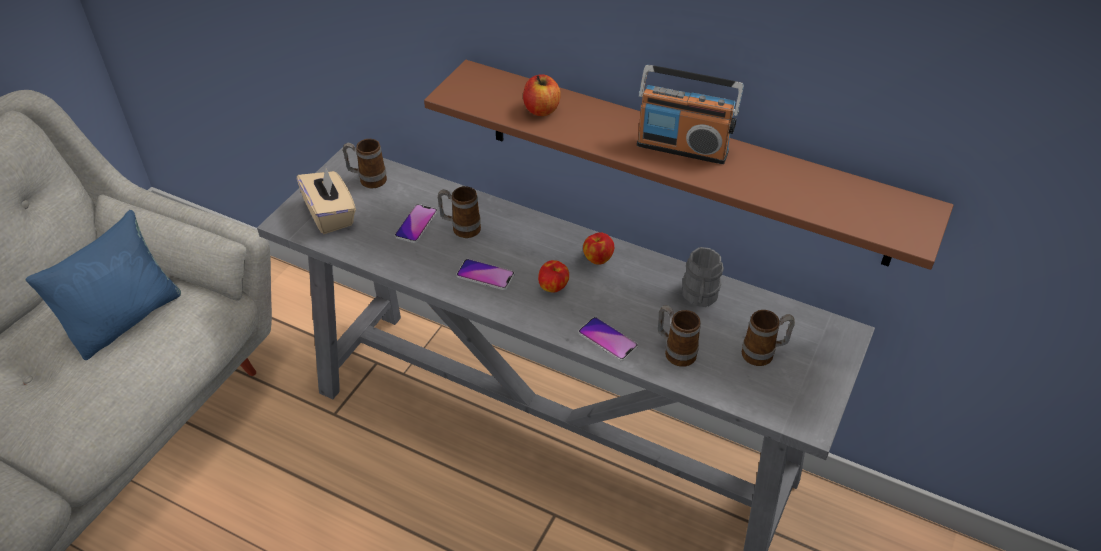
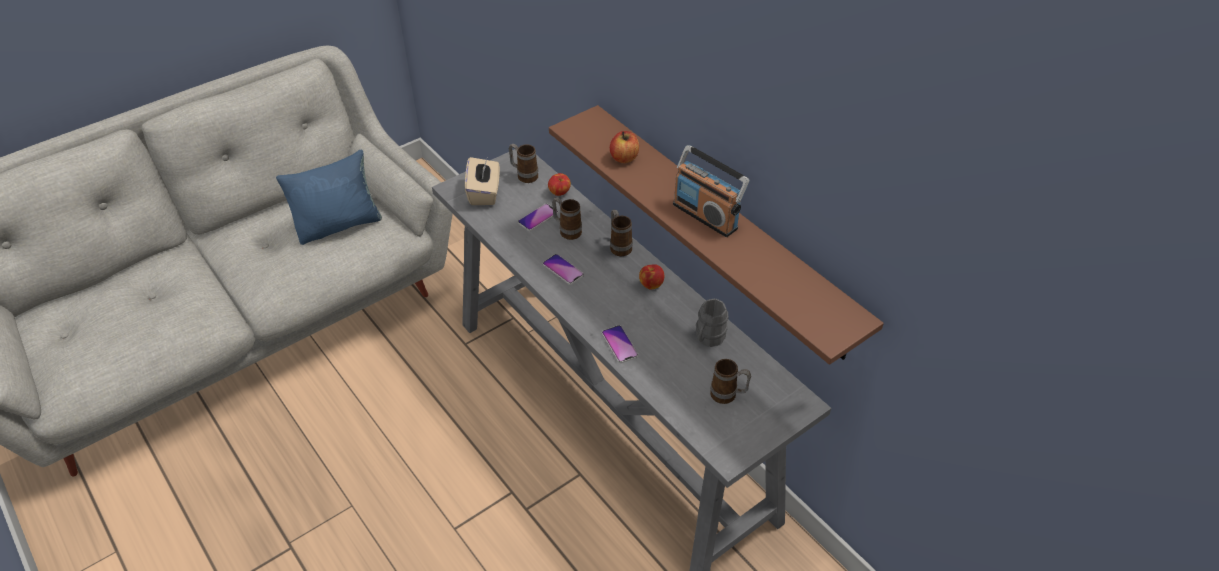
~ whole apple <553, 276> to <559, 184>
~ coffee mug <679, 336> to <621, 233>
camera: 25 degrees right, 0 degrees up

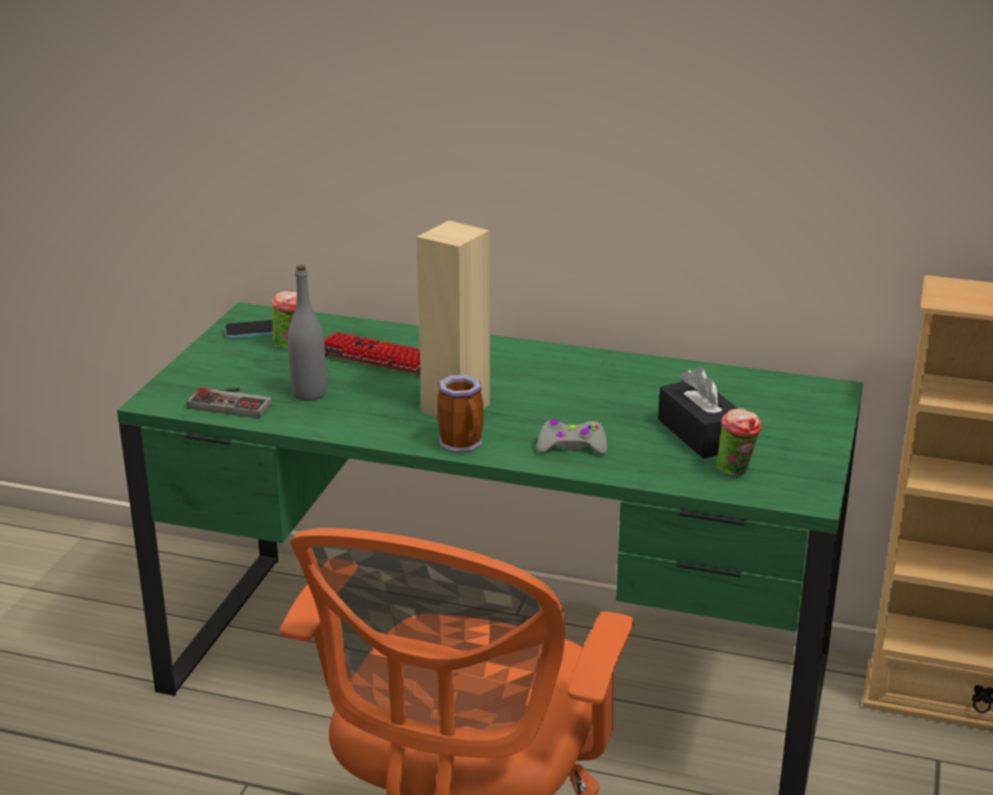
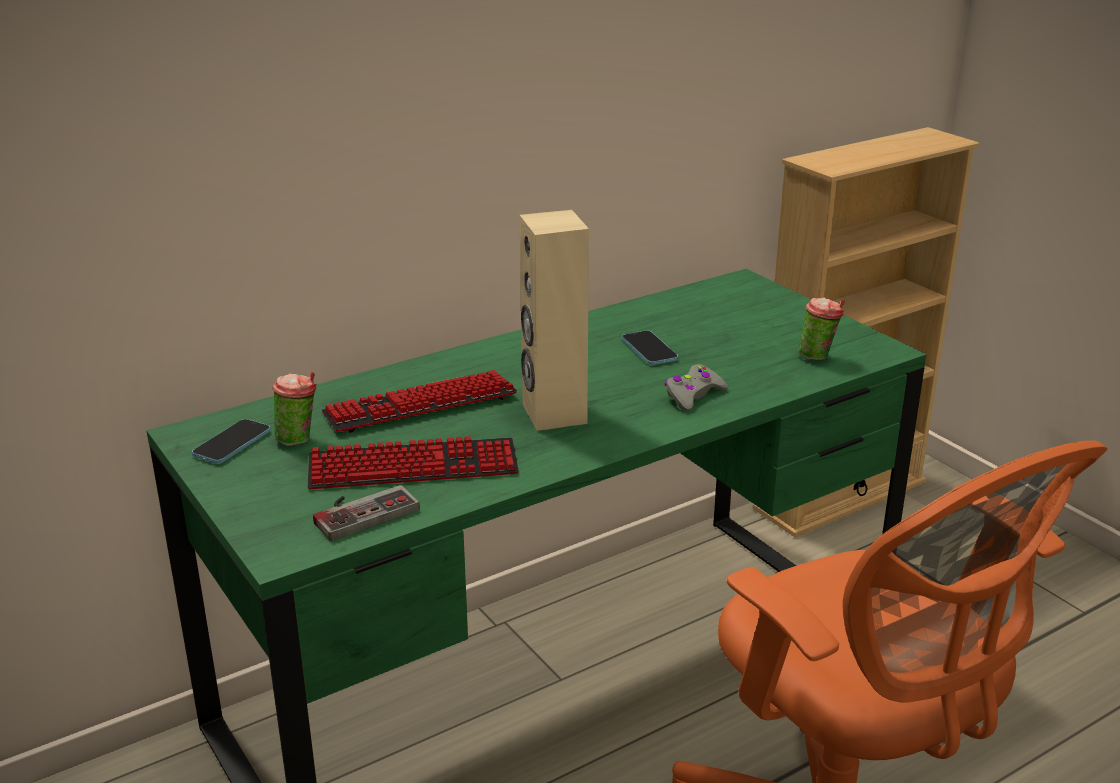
~ greyish bottle <306, 333> to computer keyboard <413, 462>
- coffee mug <460, 414>
- black tissue holder <698, 412>
+ handset <650, 347>
camera: 50 degrees left, 0 degrees up

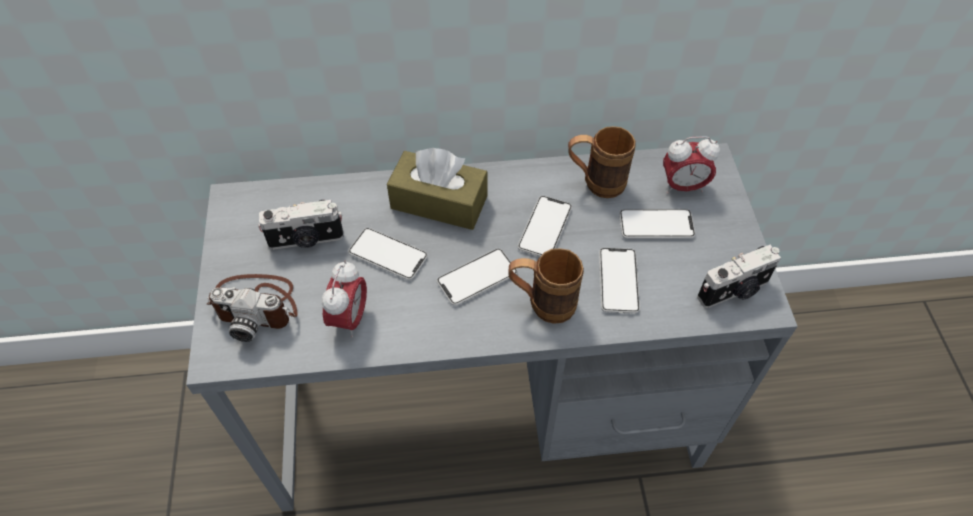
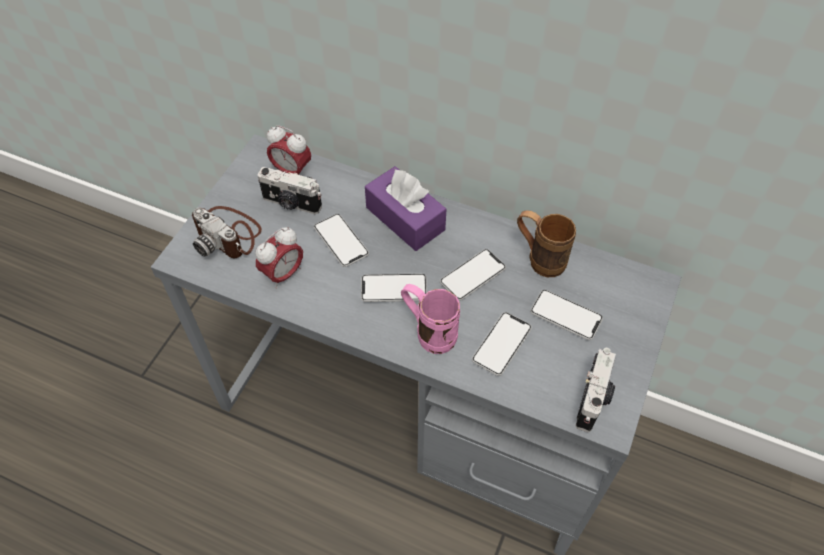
~ brownish tissue holder <437, 189> to purple-coloured tissue holder <405, 208>
~ brownish coffee mug <546, 286> to pinkish coffee mug <430, 319>
~ bedside clock <691, 165> to <289, 150>
~ photo camera <739, 276> = <596, 390> 75 degrees counterclockwise
camera: 30 degrees right, 0 degrees up

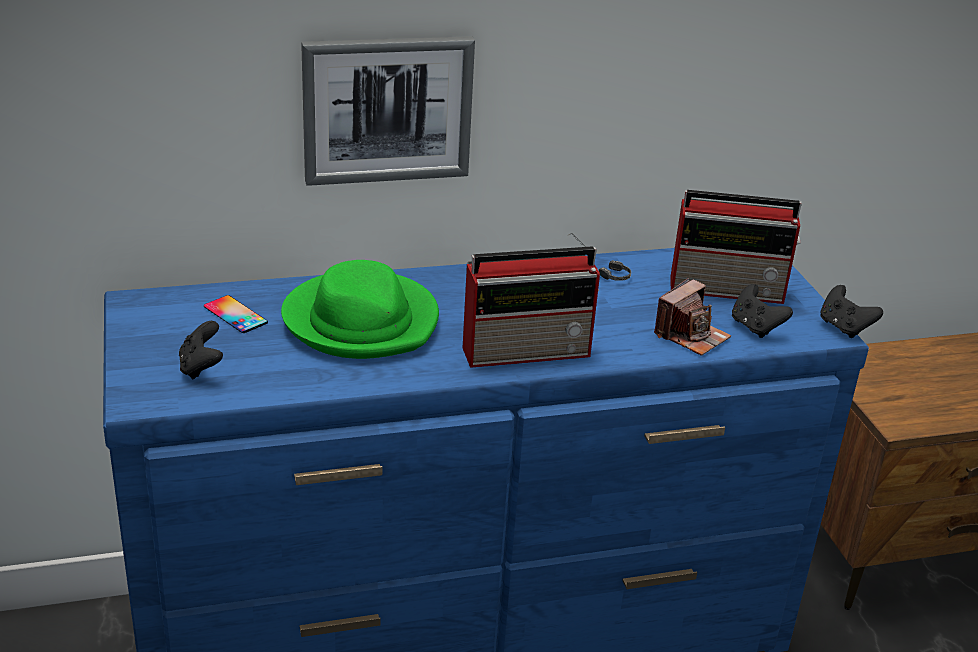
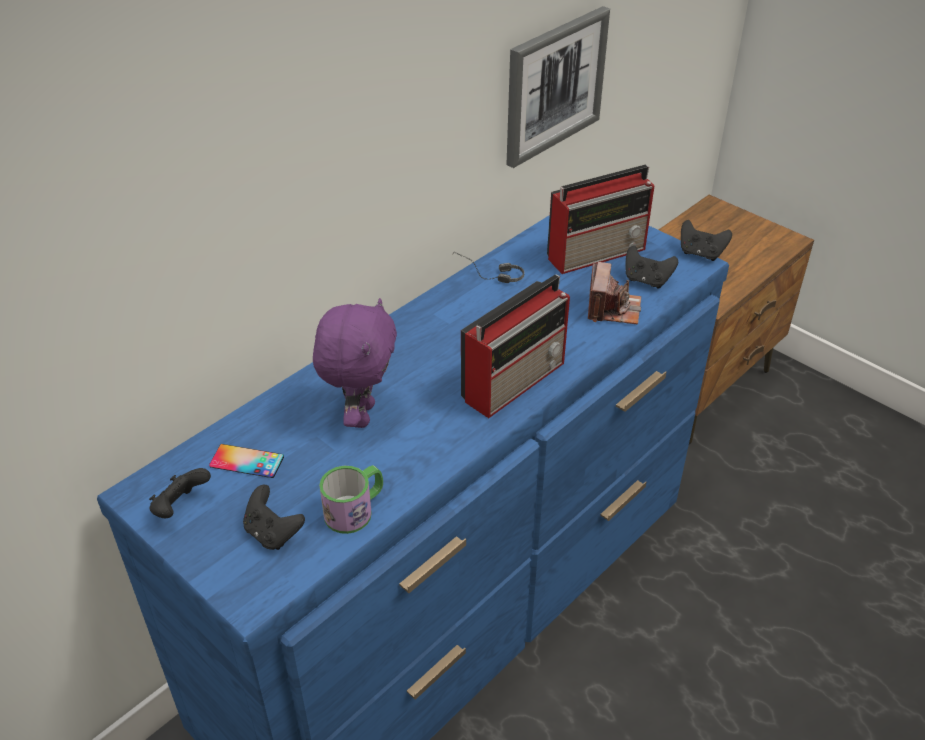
~ green-coloured clothing hat <360, 309> to purple-coloured plush toy <355, 363>
~ wall picture <388, 111> to <558, 87>
+ black joypad <180, 493>
+ coffee mug <351, 499>
camera: 30 degrees left, 10 degrees up

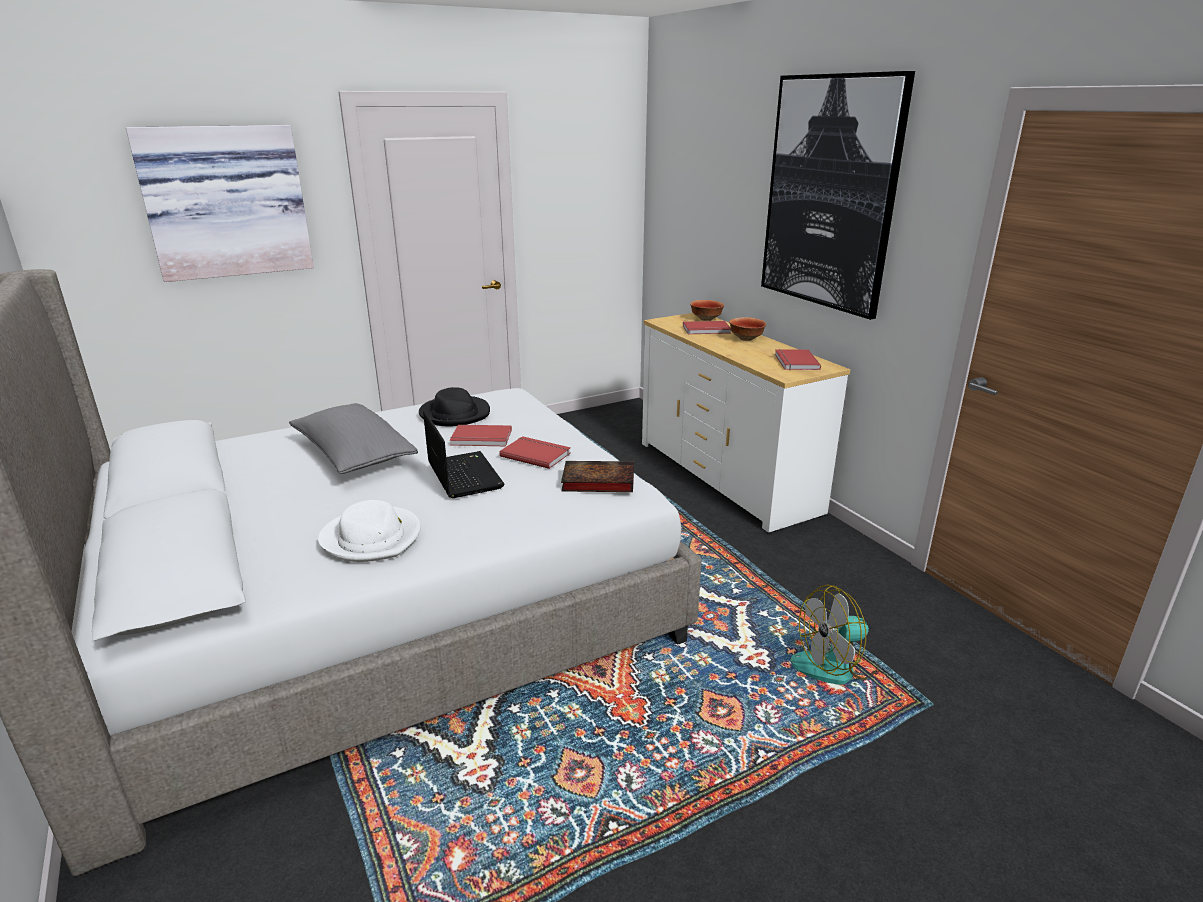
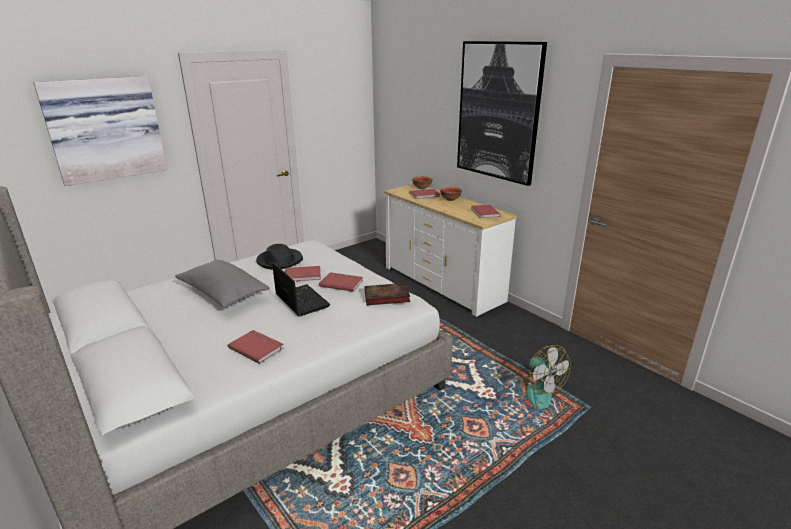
~ white clothing hat <369, 531> to red-coloured bound book <256, 347>
~ fan <834, 635> = <542, 377> 90 degrees counterclockwise
camera: 10 degrees left, 0 degrees up

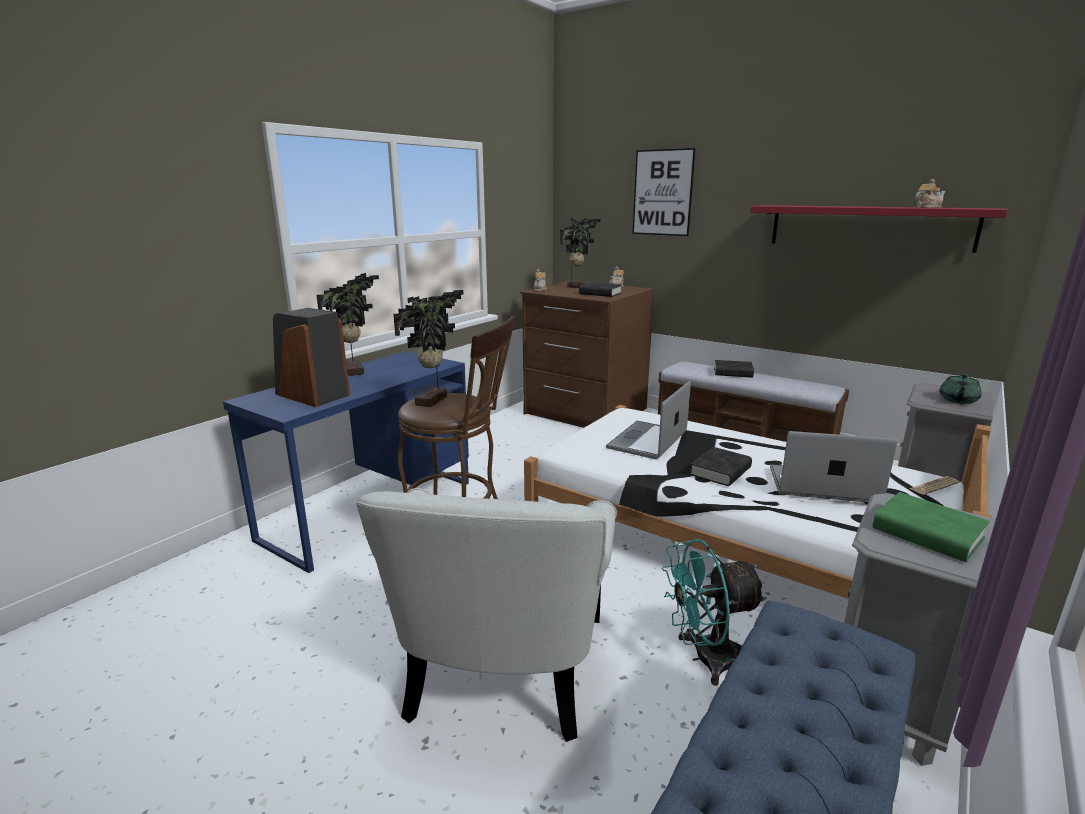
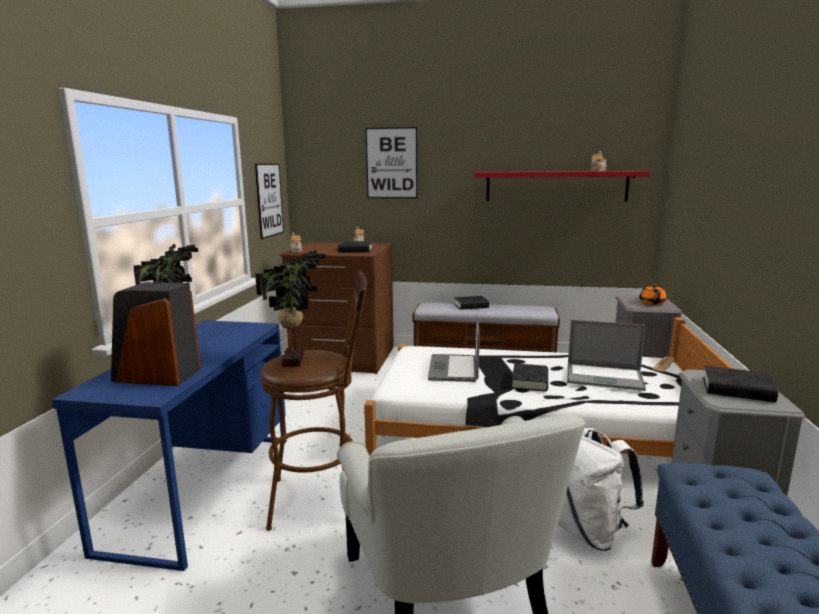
- plant in a pot <580, 253>
~ blue-green fan <714, 612> to white backpack <601, 489>
~ notebook computer <833, 466> = <606, 355> 150 degrees counterclockwise
~ green-coloured bound book <931, 527> to black bound book <740, 384>
~ green-coloured tea pot <960, 388> to orangey tea pot <653, 294>
+ wall picture <269, 201>
camera: 25 degrees left, 5 degrees down

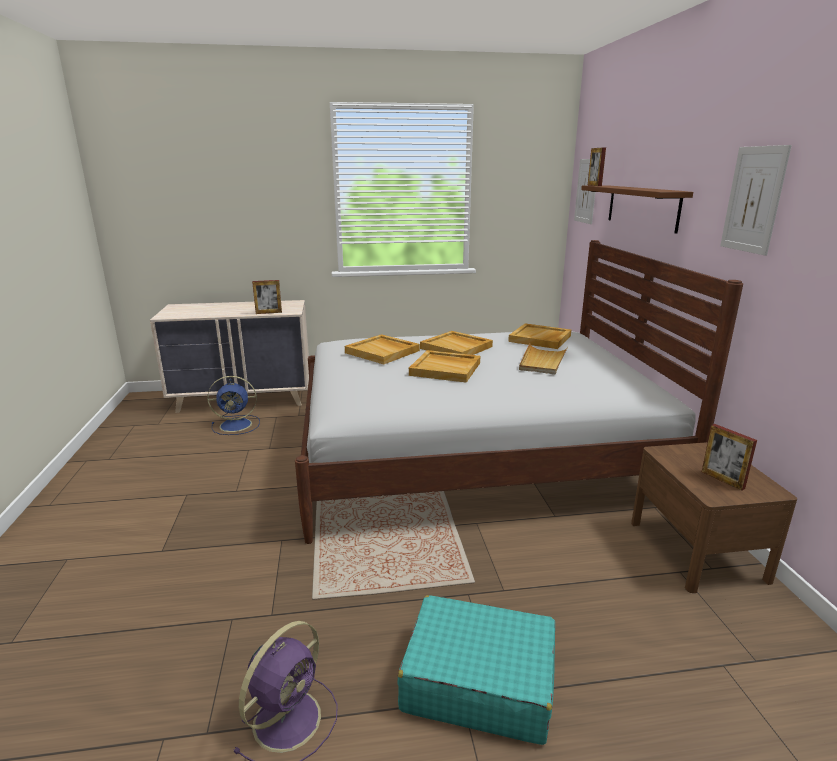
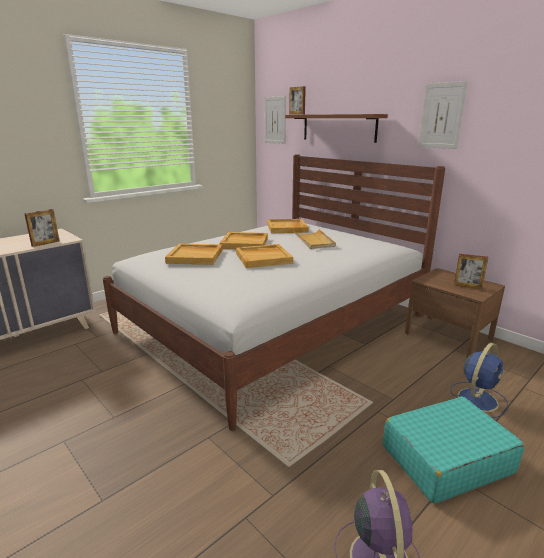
~ bluish fan <233, 405> to <479, 380>
camera: 35 degrees left, 0 degrees up

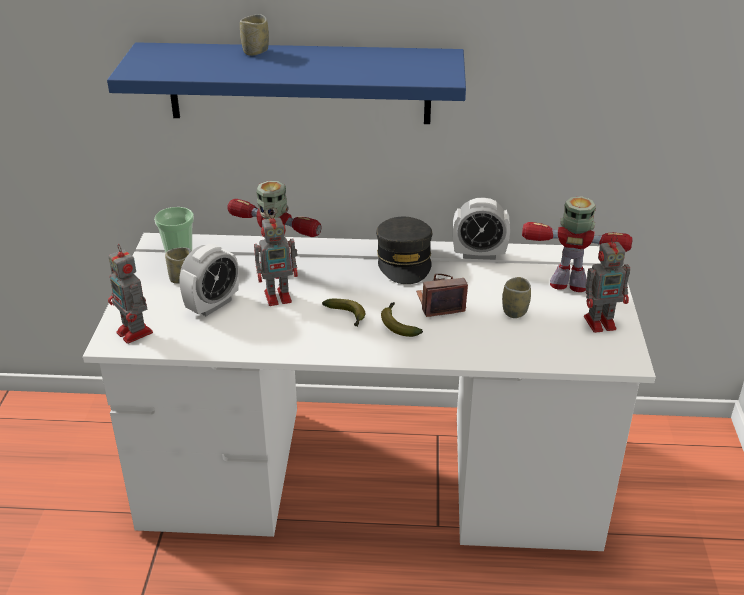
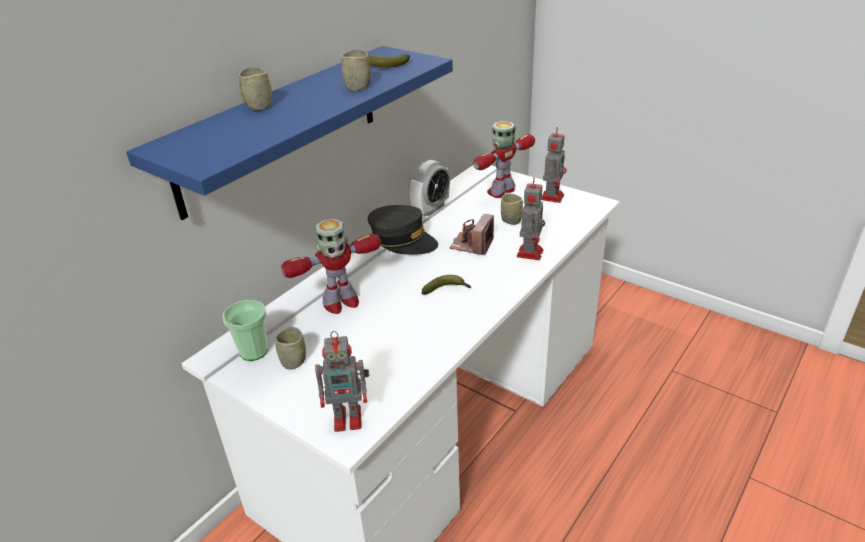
- bedside clock <209, 279>
~ model robot <276, 258> to <531, 219>
~ whole banana <402, 319> to <389, 61>
+ small cup <356, 70>
camera: 55 degrees left, 0 degrees up

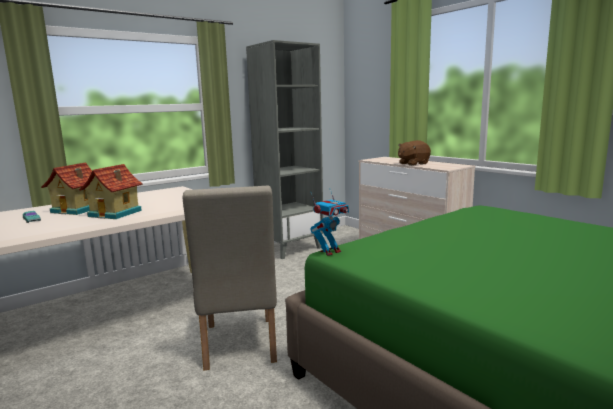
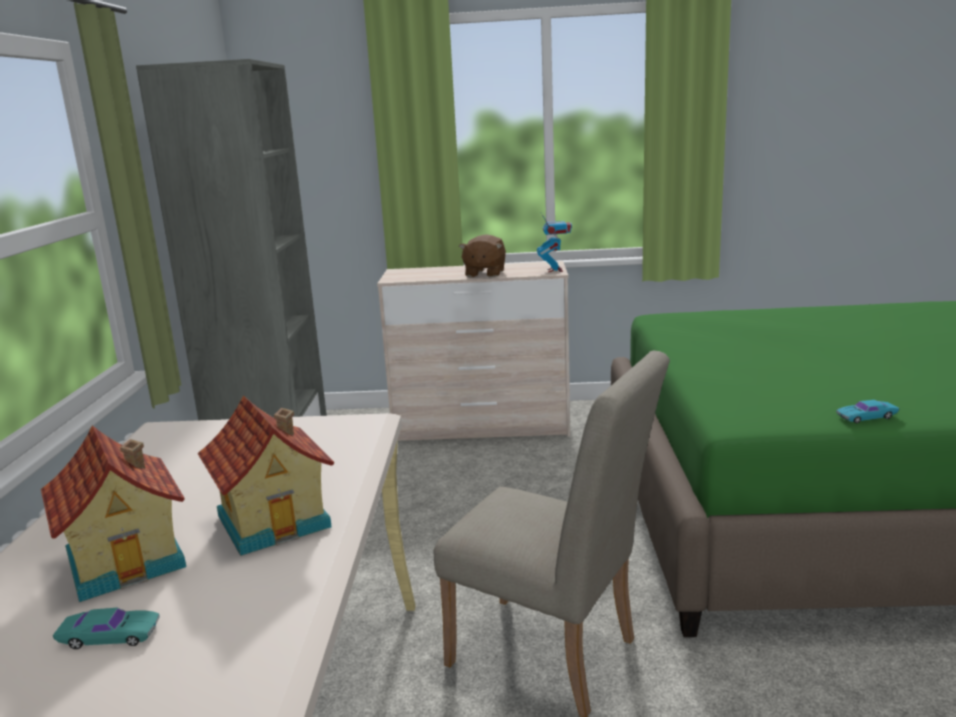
~ model robot <330, 222> to <554, 242>
+ blue-green toy car <867, 411>
camera: 50 degrees left, 5 degrees up

